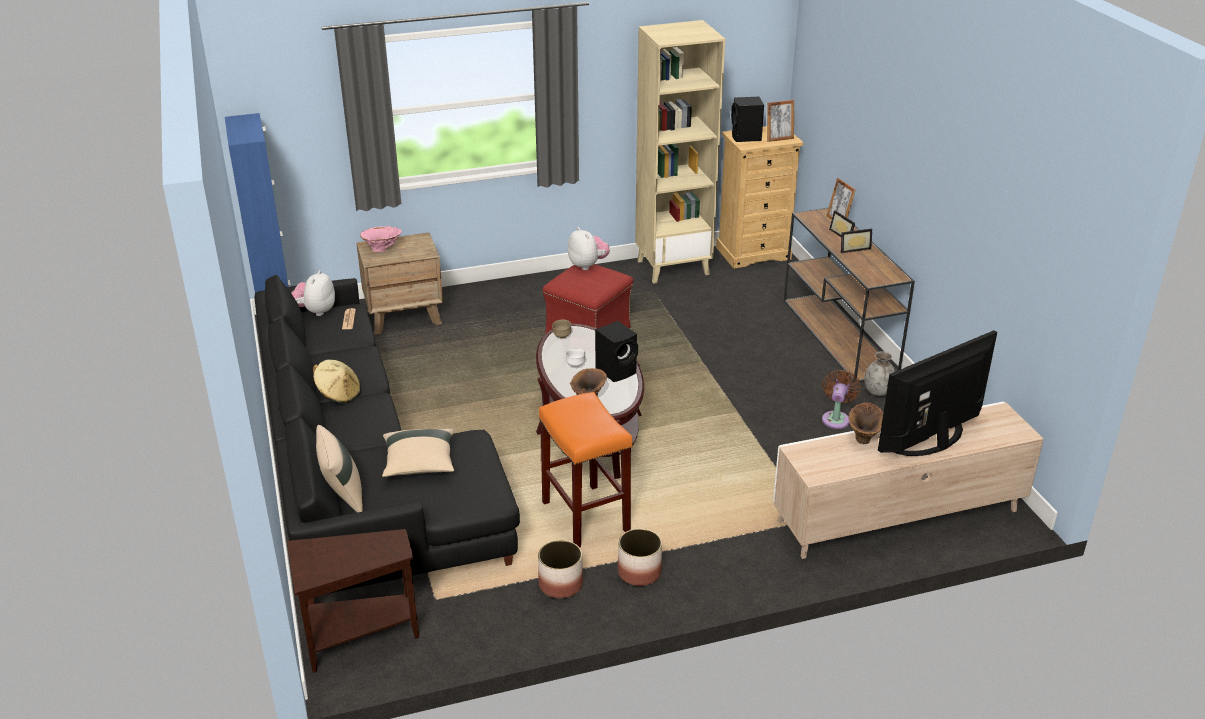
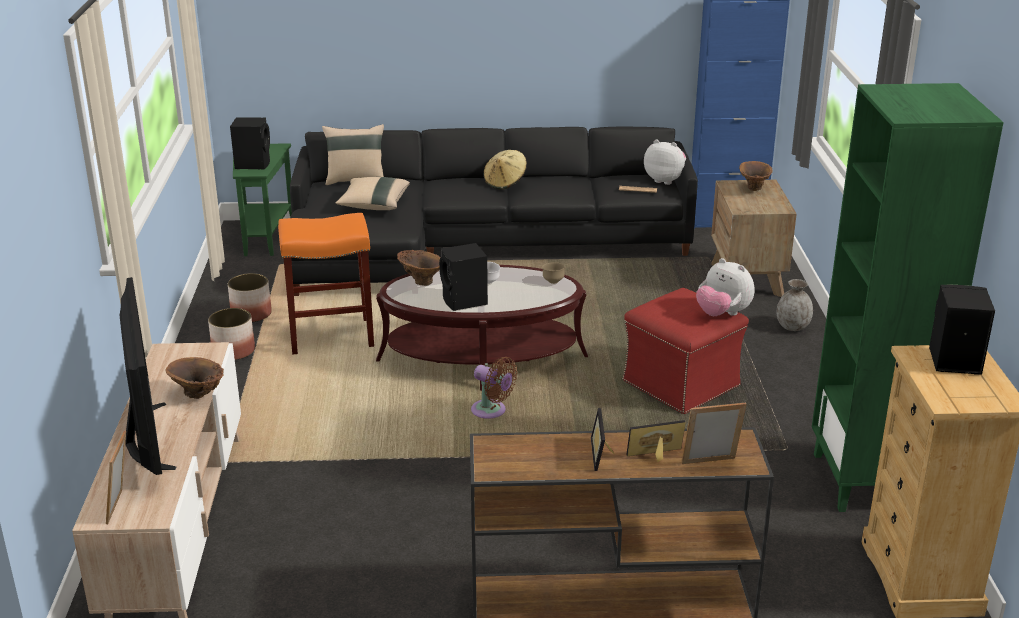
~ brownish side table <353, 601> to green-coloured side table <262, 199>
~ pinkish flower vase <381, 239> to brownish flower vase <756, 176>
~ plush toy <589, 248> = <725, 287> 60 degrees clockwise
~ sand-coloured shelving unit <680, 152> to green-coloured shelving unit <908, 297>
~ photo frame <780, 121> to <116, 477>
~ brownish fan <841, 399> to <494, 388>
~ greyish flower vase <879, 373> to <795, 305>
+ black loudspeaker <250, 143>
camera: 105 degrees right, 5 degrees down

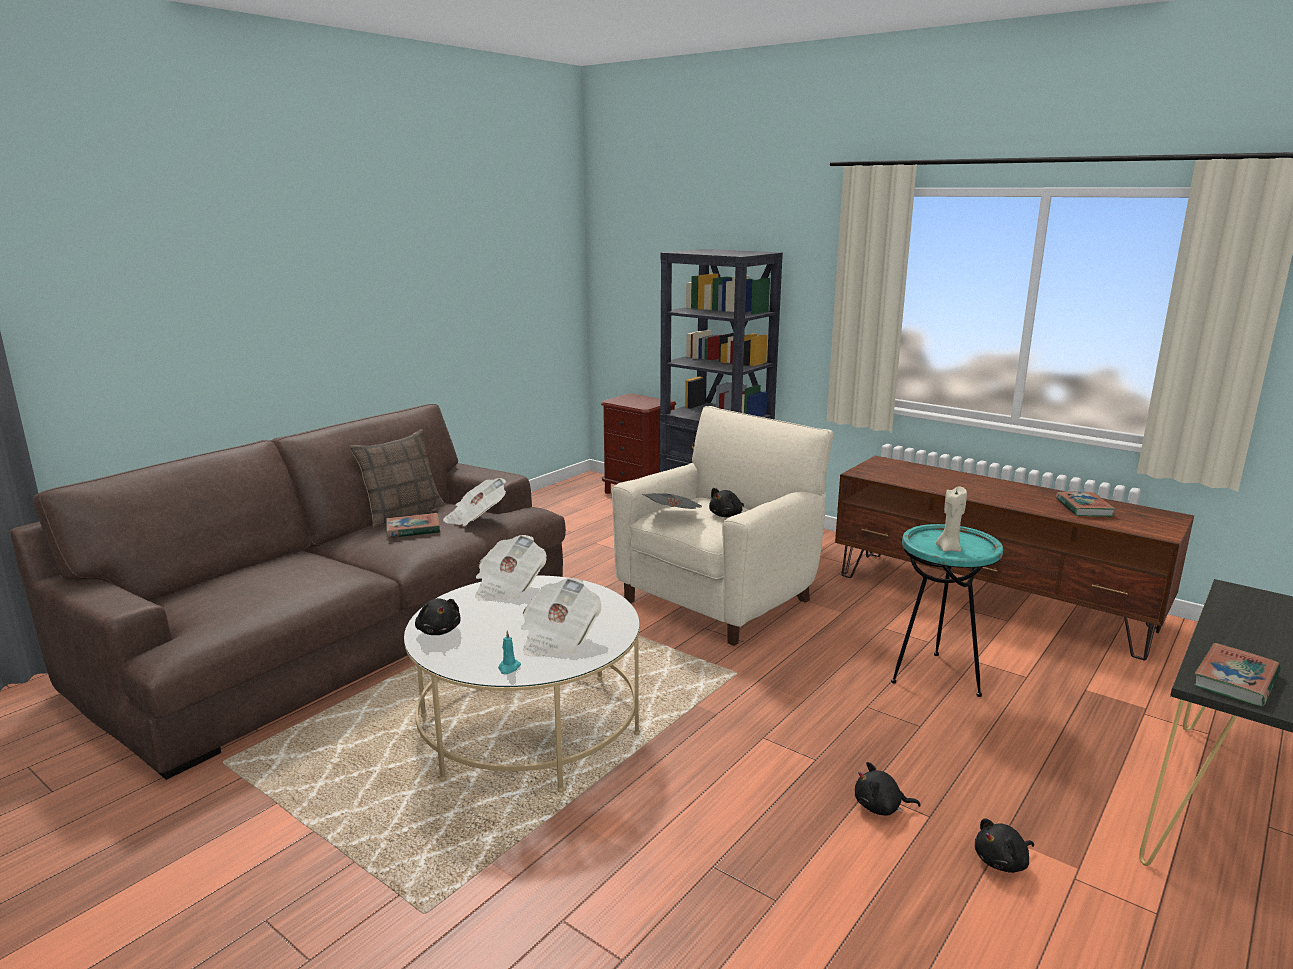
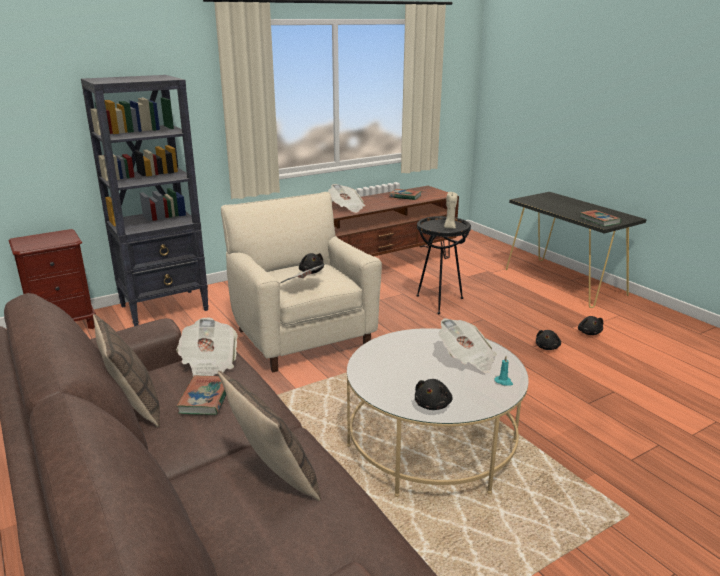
~ black plush toy <438, 616> = <433, 394> 120 degrees clockwise
~ printed paper <511, 568> to <347, 198>
~ blue-green side table <947, 610> to black side table <443, 265>
+ throw pillow <269, 436>
camera: 70 degrees left, 5 degrees up

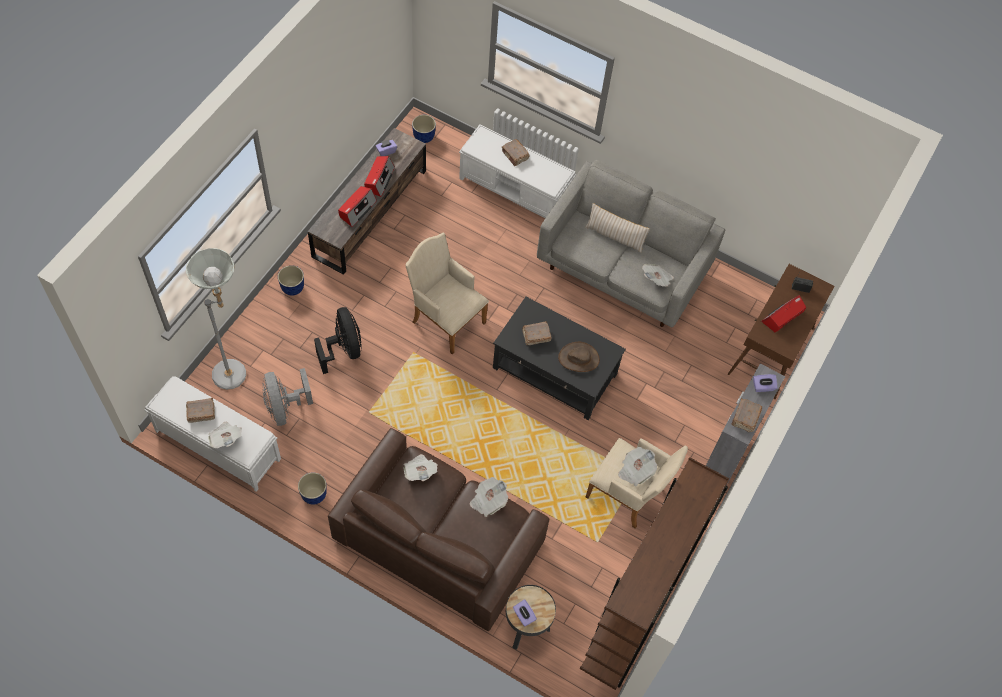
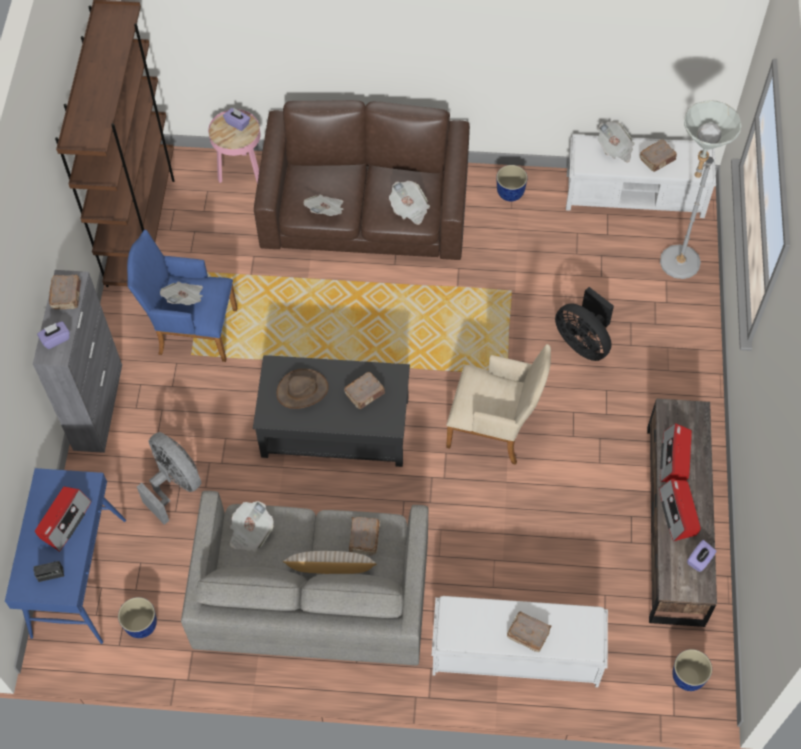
~ greyish fan <288, 397> to <169, 478>
~ planter <291, 280> to <137, 617>
~ black side table <531, 617> to pinkish side table <234, 146>
~ sand-coloured armchair <637, 483> to bluish armchair <182, 296>
~ brownish narrow table <781, 331> to bluish narrow table <65, 556>
+ brownish bound book <364, 536>
camera: 160 degrees right, 0 degrees up

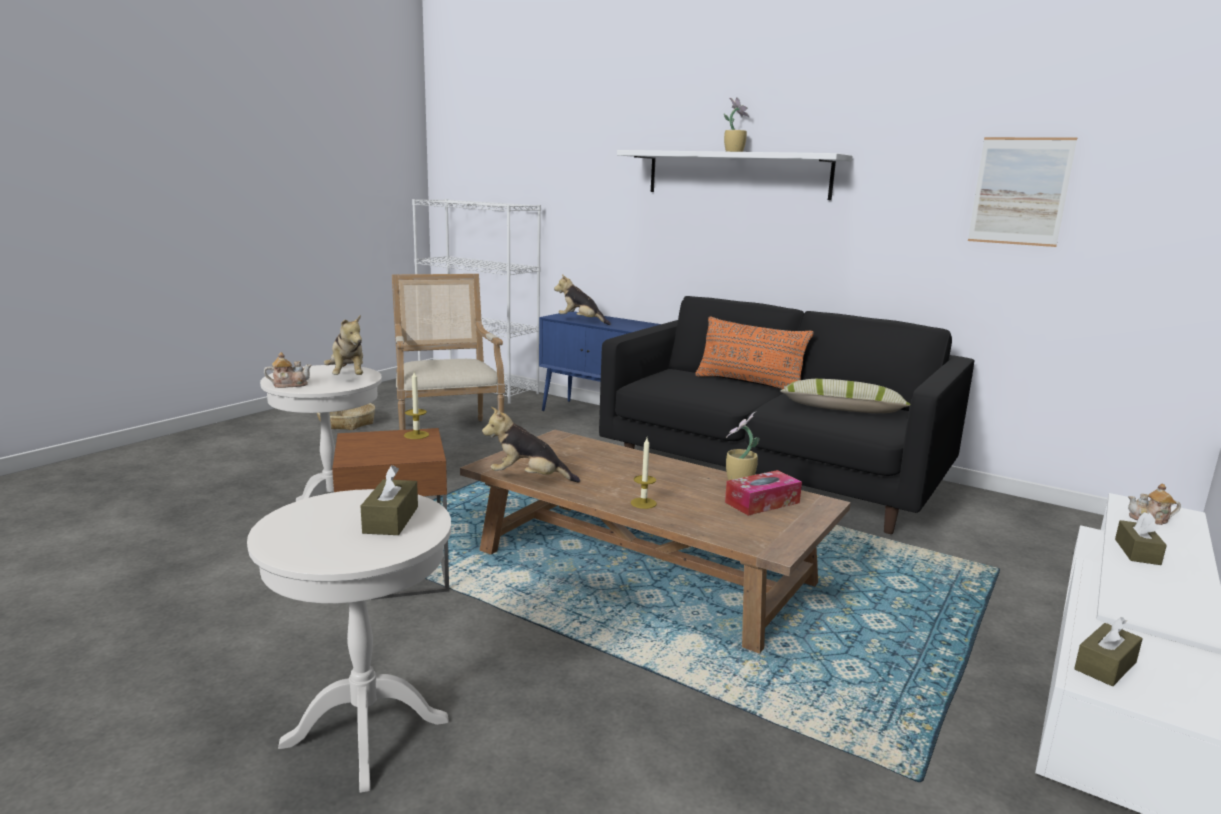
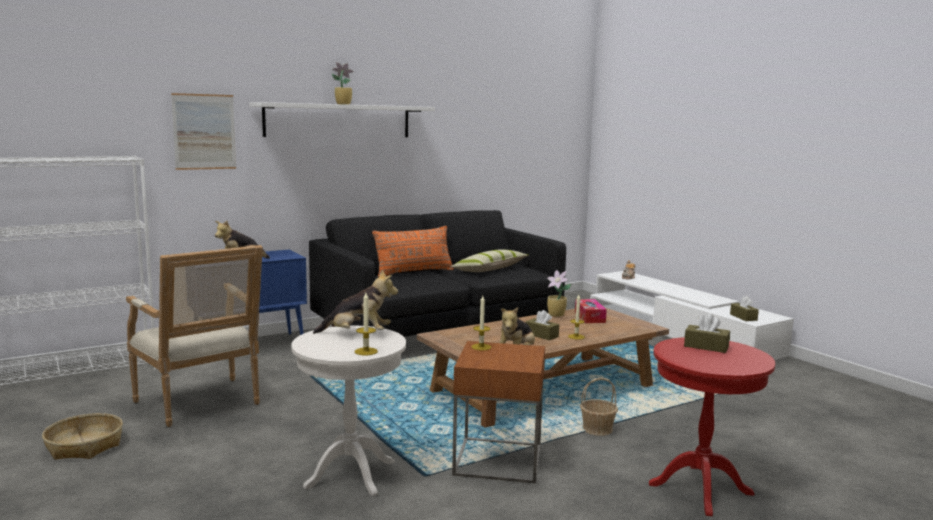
~ white side table <349, 641> to red-coloured side table <712, 426>
~ tea pot <288, 370> to wax light <366, 324>
~ armchair <448, 358> = <194, 336> 135 degrees counterclockwise
~ wall picture <1022, 192> to <203, 131>
~ brownish tissue holder <1141, 538> to <542, 325>
+ household basket <599, 406>
camera: 65 degrees left, 5 degrees down

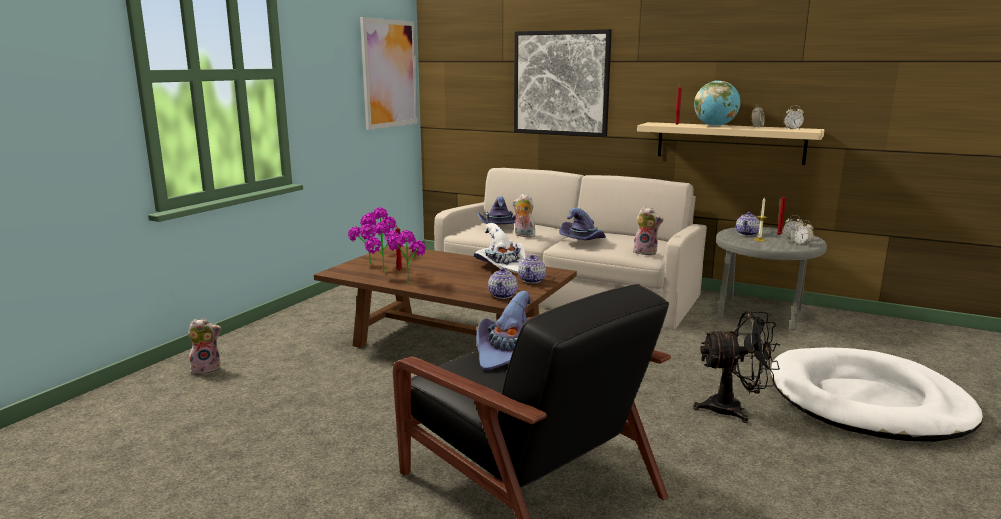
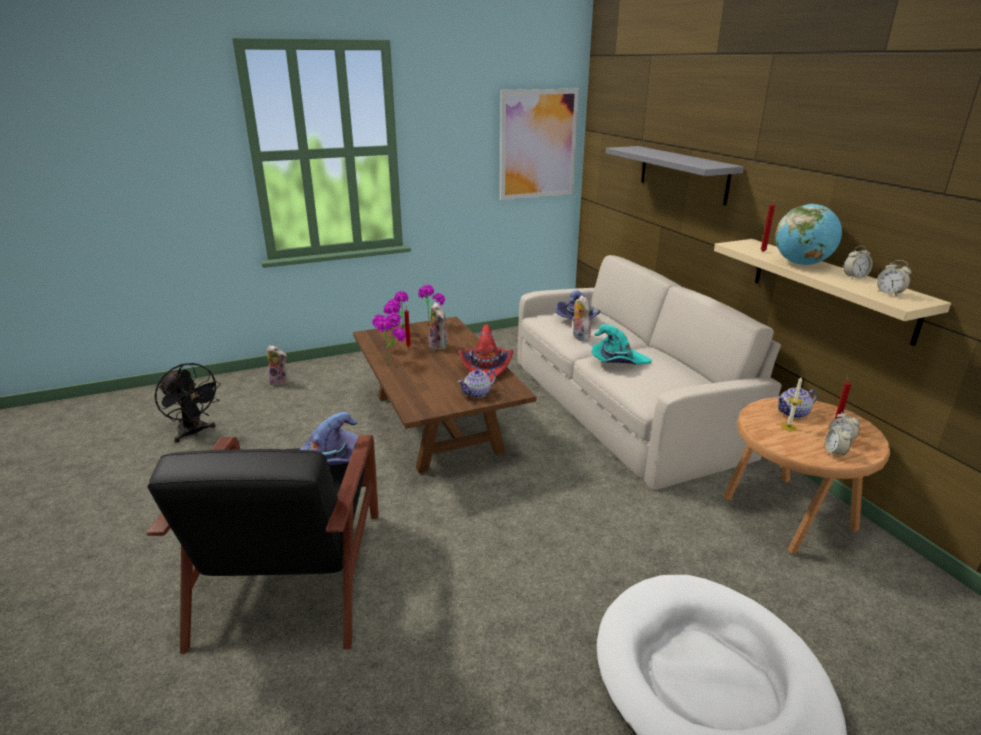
~ white clothing hat <500, 248> to red-coloured clothing hat <486, 353>
- tea pot <503, 283>
~ wall picture <563, 83> to greyish shelf <675, 176>
~ purple-coloured clothing hat <582, 224> to blue-green clothing hat <622, 345>
~ plush toy <648, 231> to <439, 326>
~ black fan <736, 367> to <187, 403>
~ greyish side table <771, 278> to brownish side table <806, 475>
camera: 40 degrees right, 10 degrees up

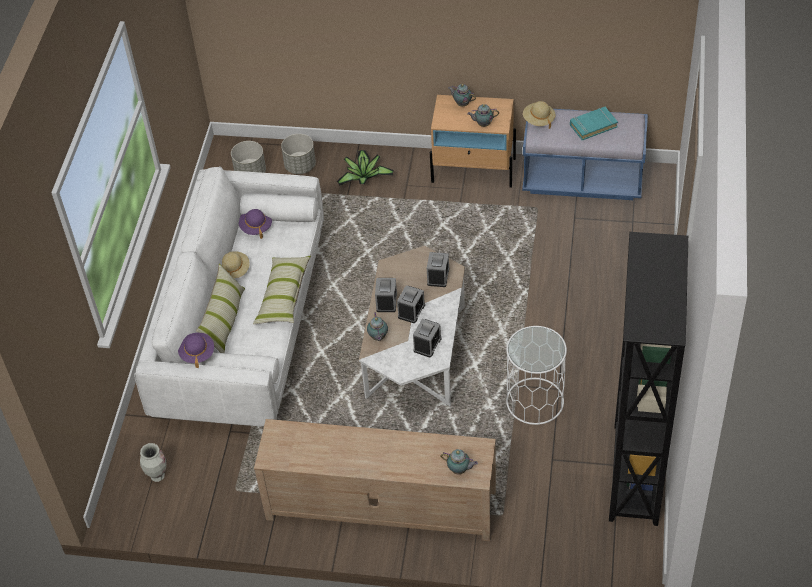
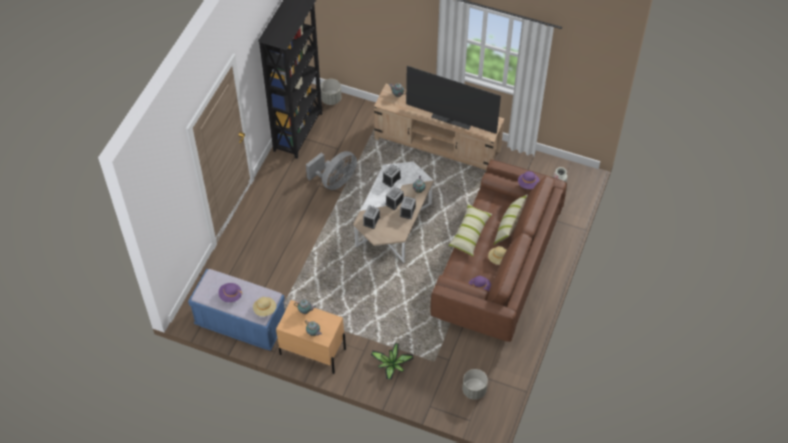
~ white settee <229, 296> to brownish settee <499, 250>
~ greyish planter <298, 154> to <330, 92>
~ white side table <536, 375> to greyish fan <331, 170>
~ blue-green bound book <594, 123> to purple-coloured clothing hat <230, 292>
+ TV <453, 100>
camera: 170 degrees left, 5 degrees up

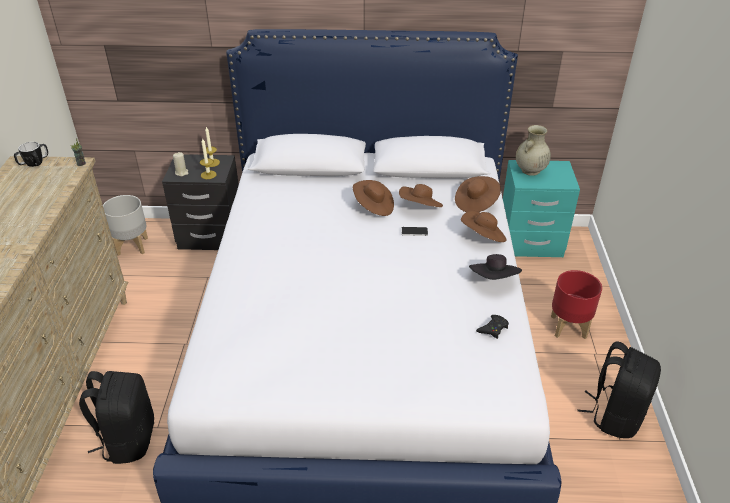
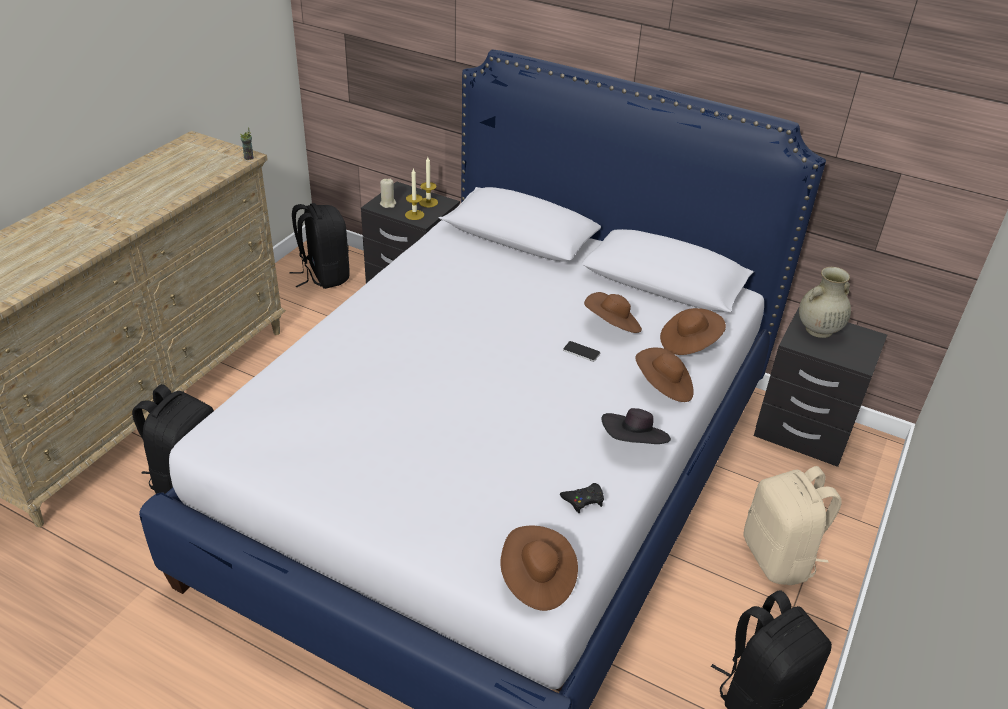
- coffee mug <31, 154>
~ greyish planter <125, 225> to black backpack <320, 246>
~ brownish clothing hat <373, 198> to <539, 568>
~ blue-green night table <541, 208> to black night table <820, 387>
~ red-coloured planter <576, 304> to sand-coloured backpack <793, 525>
camera: 25 degrees right, 0 degrees up

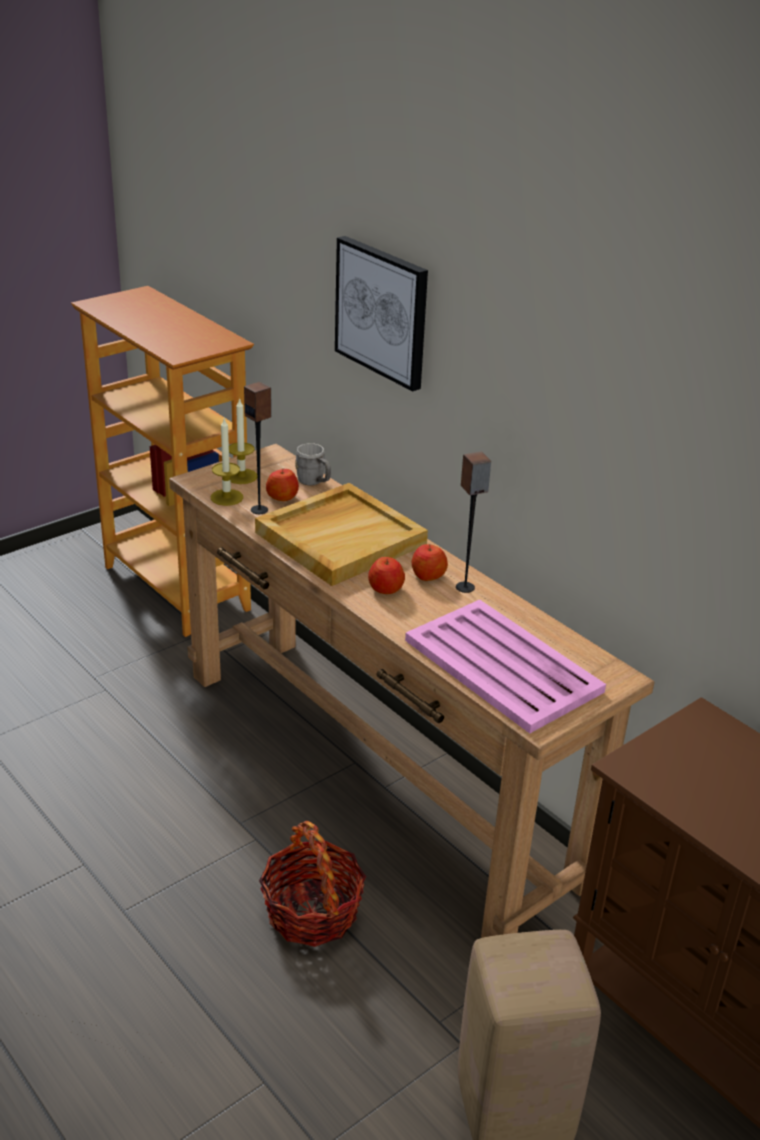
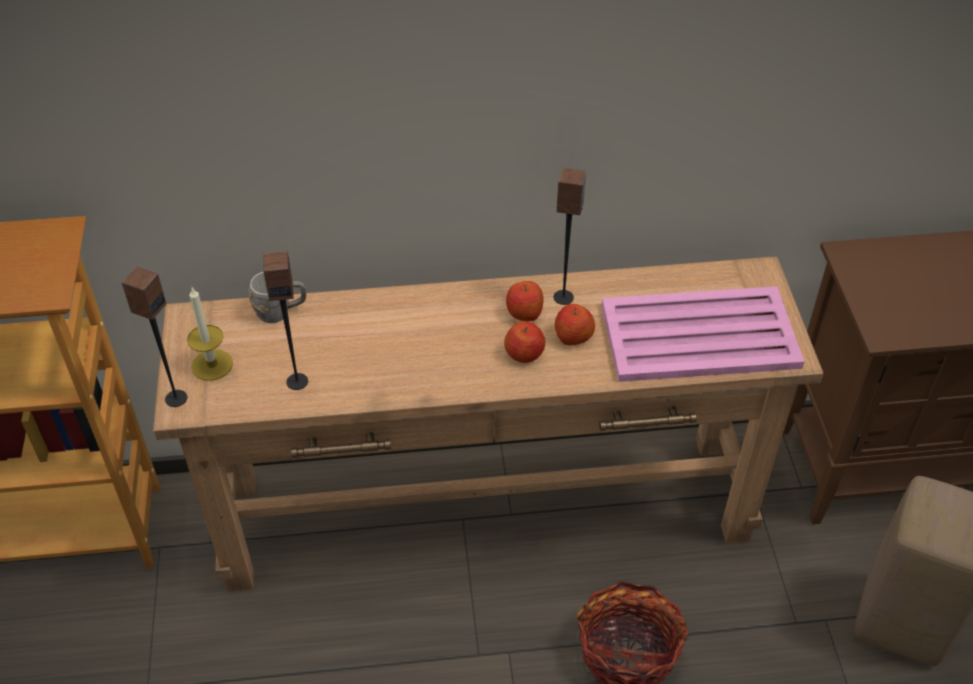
- wax light <227, 462>
- sand-coloured carrying tray <341, 534>
~ whole apple <282, 485> to <575, 324>
- wall picture <381, 313>
+ loudspeaker <154, 337>
camera: 55 degrees left, 15 degrees up

